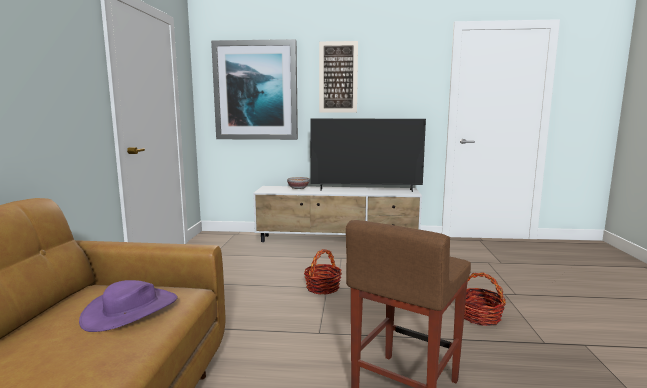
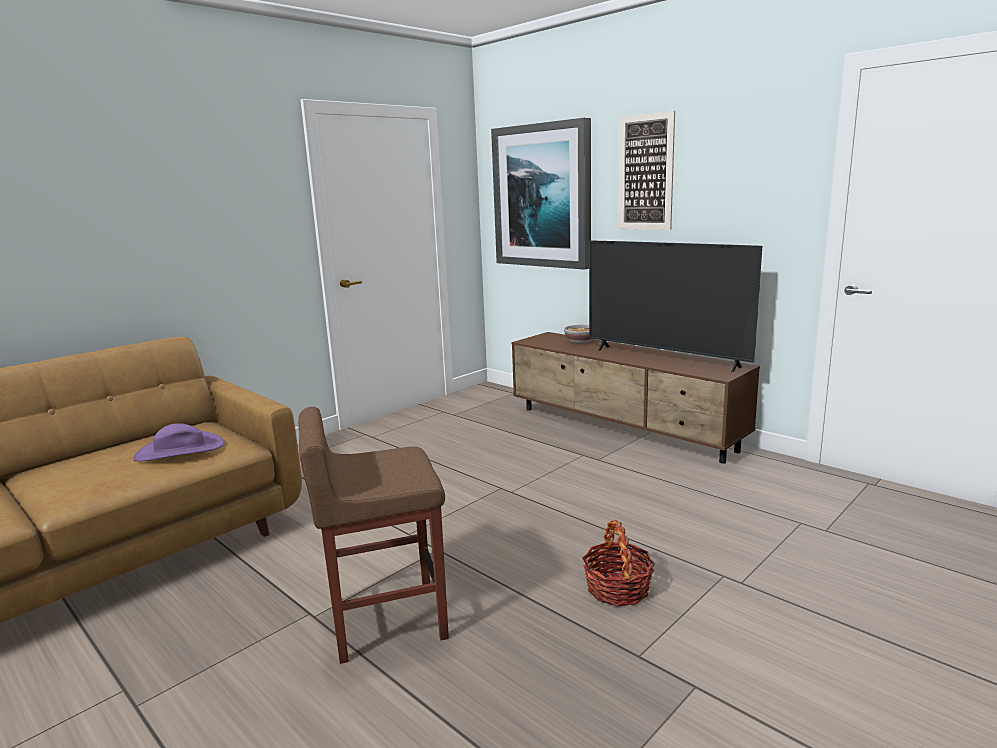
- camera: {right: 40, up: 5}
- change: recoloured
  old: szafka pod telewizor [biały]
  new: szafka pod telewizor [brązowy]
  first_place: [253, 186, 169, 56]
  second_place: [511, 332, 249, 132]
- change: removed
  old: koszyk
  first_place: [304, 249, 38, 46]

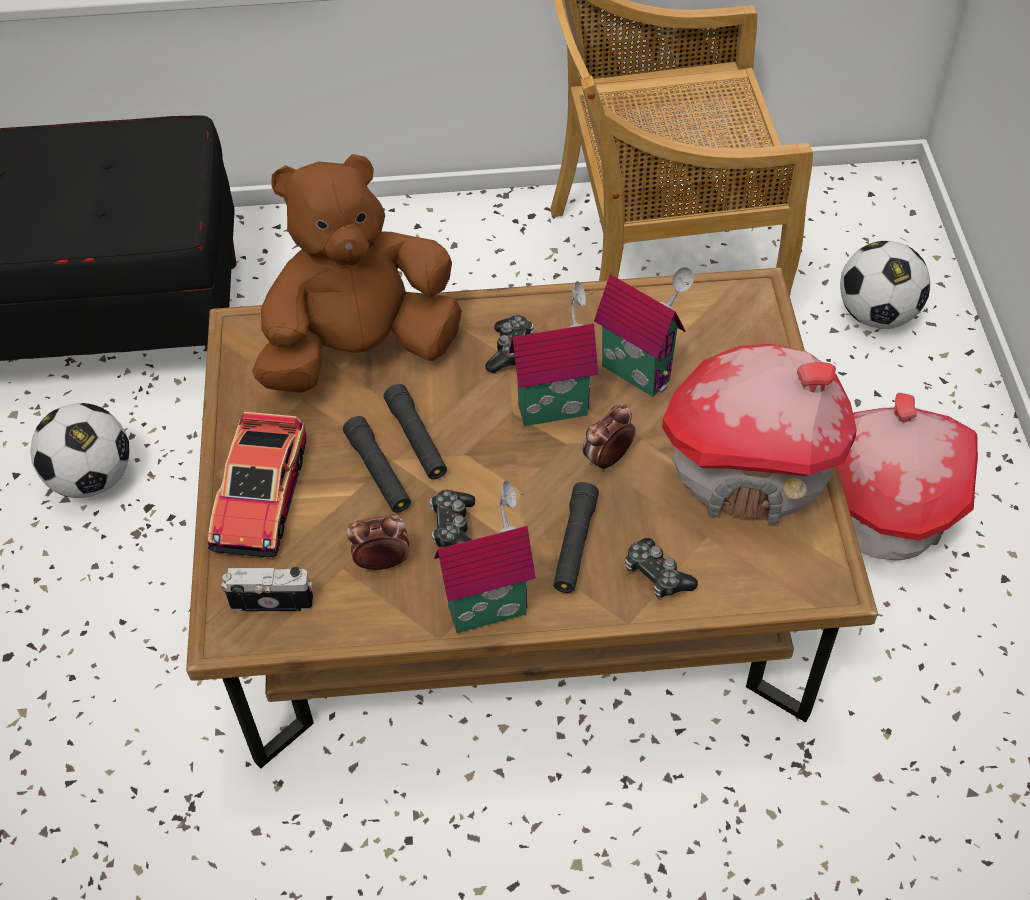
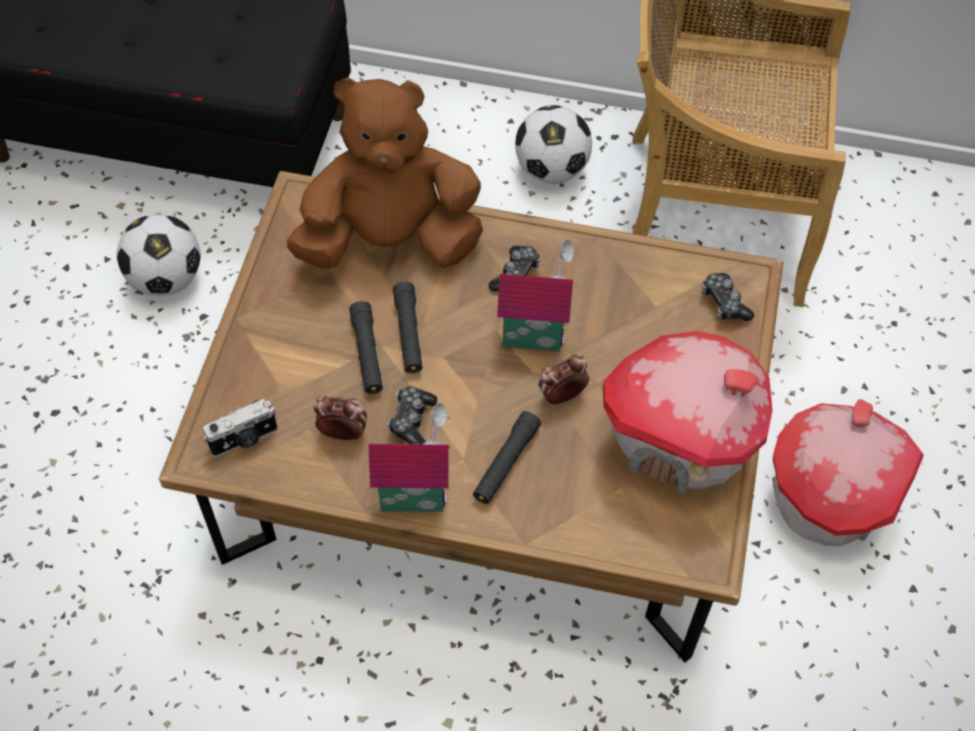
- camera: {right: 15, up: 5}
- change: turned
  old: aparat fotograficzny
  first_place: [221, 567, 93, 44]
  second_place: [203, 399, 74, 58]
  degrees: 135
- change: moved
  old: piłka futbolowa
  first_place: [840, 241, 90, 88]
  second_place: [515, 105, 77, 79]
- change: moved
  old: pad do gier
  first_place: [625, 538, 73, 60]
  second_place: [702, 273, 52, 48]
- change: removed
  old: samochodzik
  first_place: [208, 412, 98, 145]
- change: removed
  old: domek
  first_place: [594, 267, 100, 130]

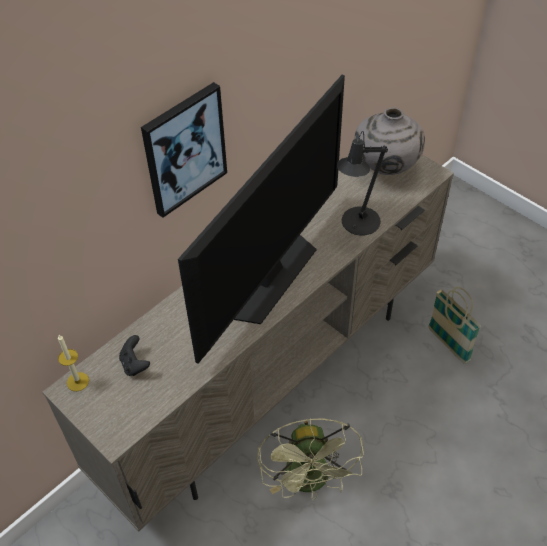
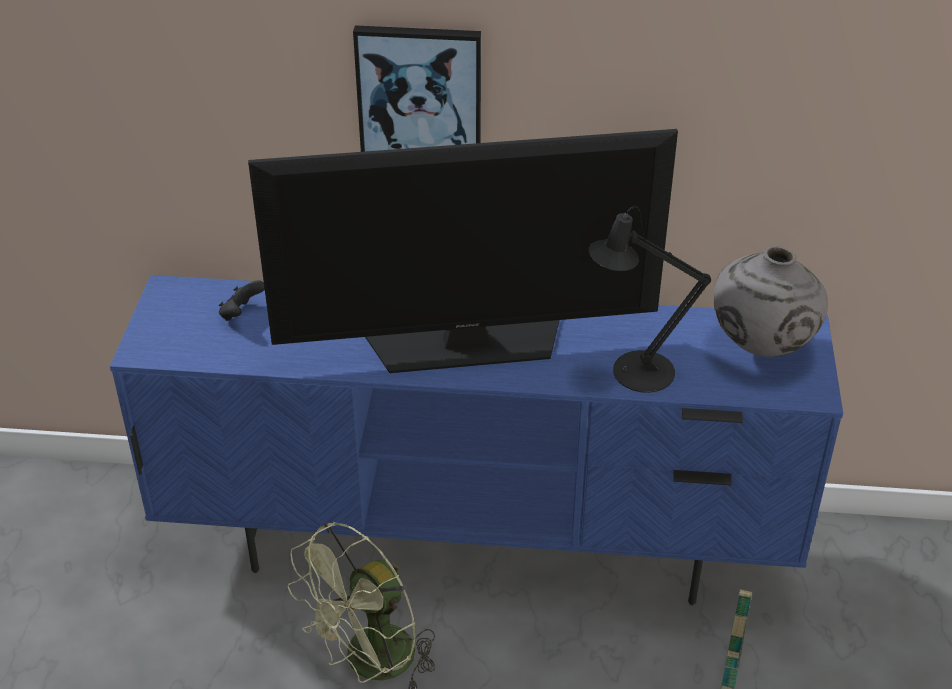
- camera: {right: 50, up: -10}
- change: recoloured
  old: szafka pod telewizor [beżowy]
  new: szafka pod telewizor [niebieski]
  first_place: [42, 155, 412, 377]
  second_place: [110, 275, 733, 330]
- change: removed
  old: świeca
  first_place: [58, 335, 31, 56]

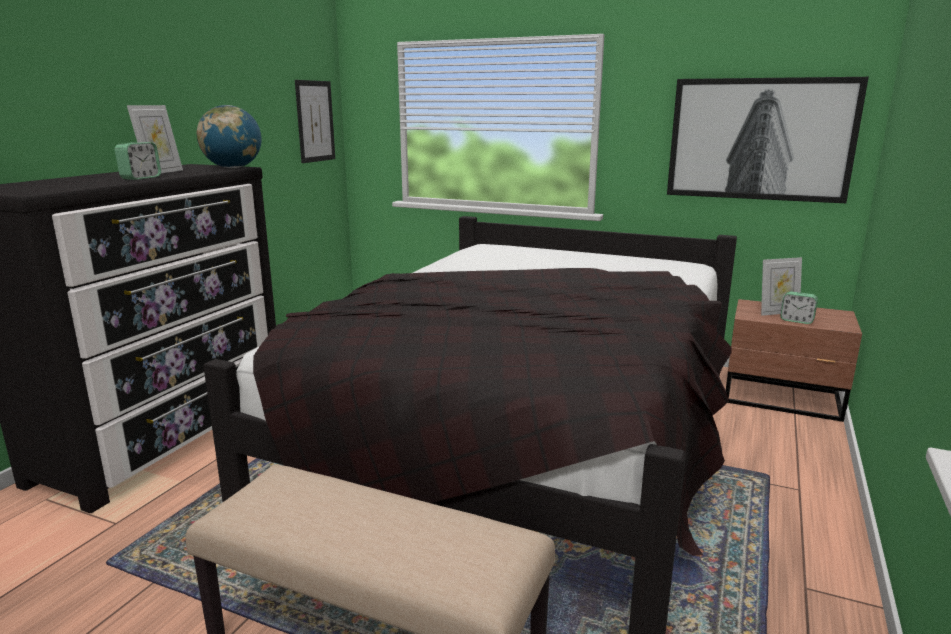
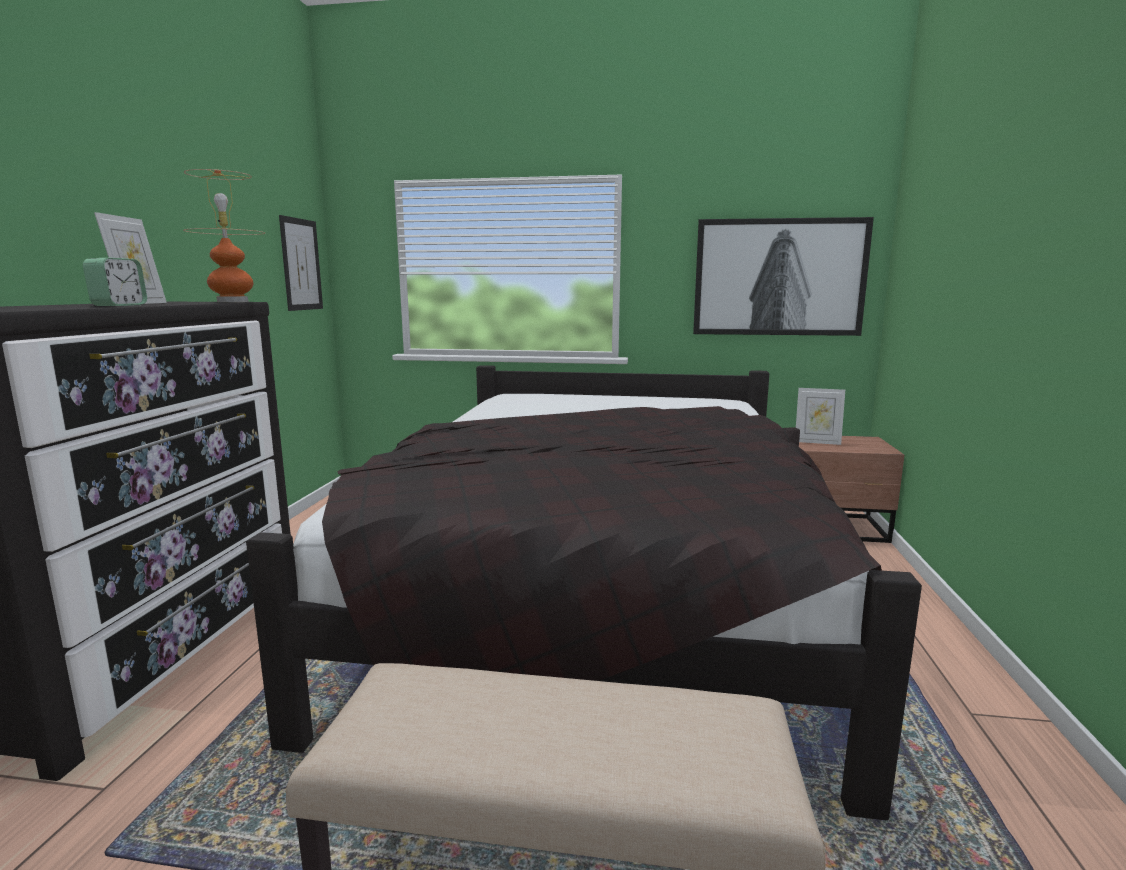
- camera: {right: -15, up: -5}
- change: replaced
  old: globus
  new: lampa stołowa
  first_place: [197, 105, 65, 63]
  second_place: [183, 169, 82, 133]
- change: turned
  old: ramka na zdjęcie
  first_place: [761, 257, 41, 59]
  second_place: [796, 388, 49, 57]
  degrees: 45
- change: removed
  old: budzik
  first_place: [780, 291, 38, 33]

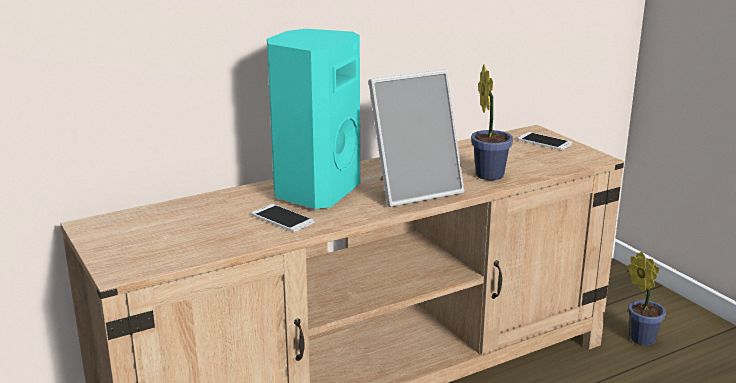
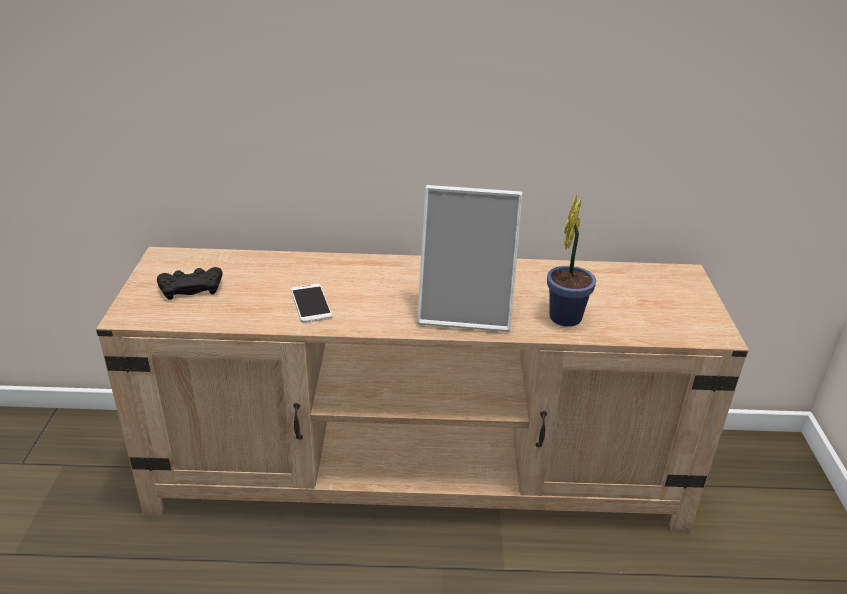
- camera: {right: 30, up: 10}
- change: added
  new: pad do gier [czarny]
  second_place: [157, 267, 65, 33]
- change: removed
  old: głośnik [turkusowy]
  first_place: [267, 29, 93, 180]
- change: removed
  old: telefon
  first_place: [517, 132, 55, 18]
- change: removed
  old: roślina doniczkowa
  first_place: [627, 252, 39, 94]

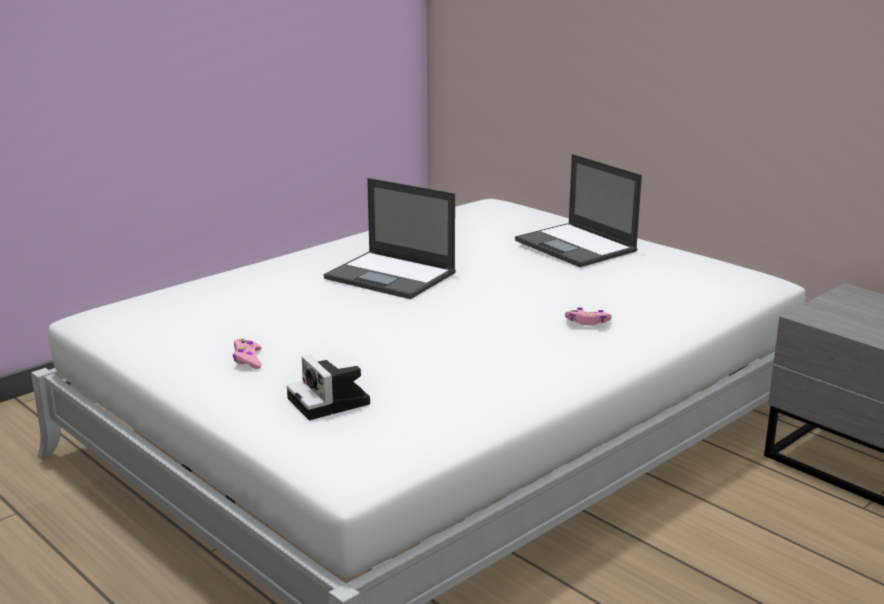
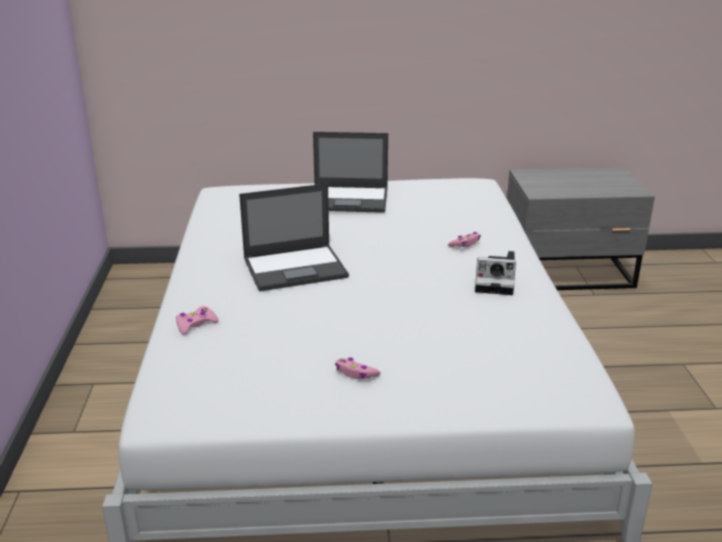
- camera: {right: -50, up: 5}
- change: added
  new: pad do gier [różowy]
  second_place: [176, 306, 43, 29]
- change: moved
  old: aparat fotograficzny
  first_place: [287, 355, 83, 65]
  second_place: [475, 251, 41, 44]

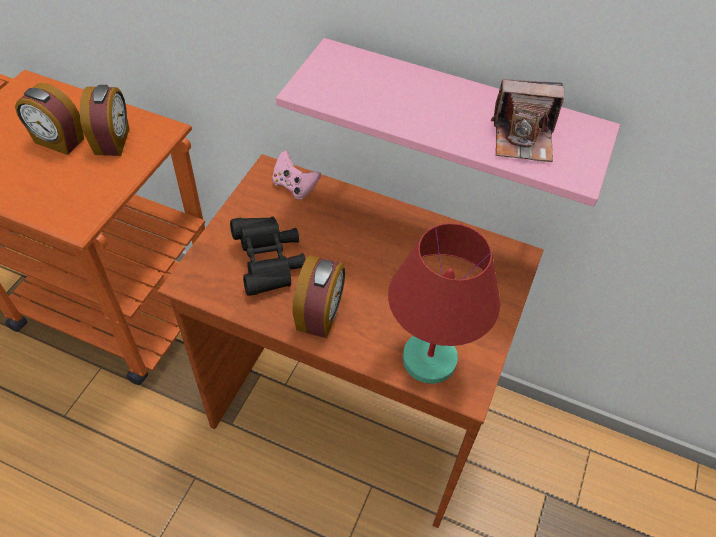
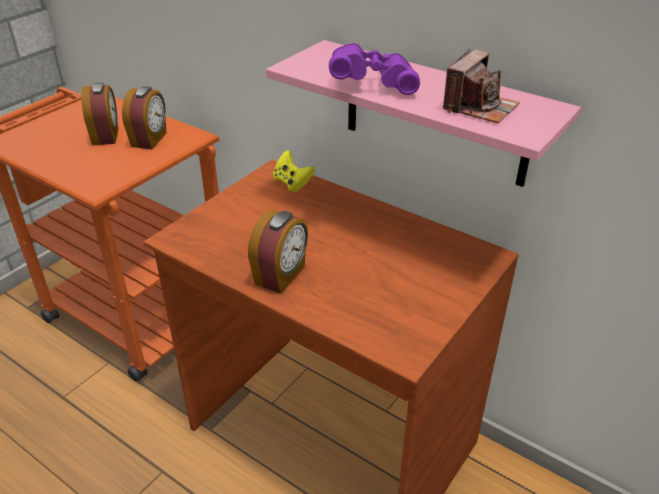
- camera: {right: 15, up: -15}
- change: turned
  old: budzik
  first_place: [15, 83, 69, 72]
  second_place: [81, 82, 37, 63]
  degrees: -135
- change: recoloured
  old: pad do gier [różowy]
  new: pad do gier [żółty]
  first_place: [272, 150, 49, 50]
  second_place: [273, 150, 42, 42]
- change: added
  new: lornetka [fioletowy]
  second_place: [329, 43, 91, 52]
- change: turned
  old: aparat fotograficzny
  first_place: [491, 79, 73, 83]
  second_place: [443, 49, 77, 74]
  degrees: -75
- change: removed
  old: lornetka [czarny]
  first_place: [230, 217, 76, 79]
- change: removed
  old: lampa stołowa [czerwony]
  first_place: [388, 223, 112, 161]

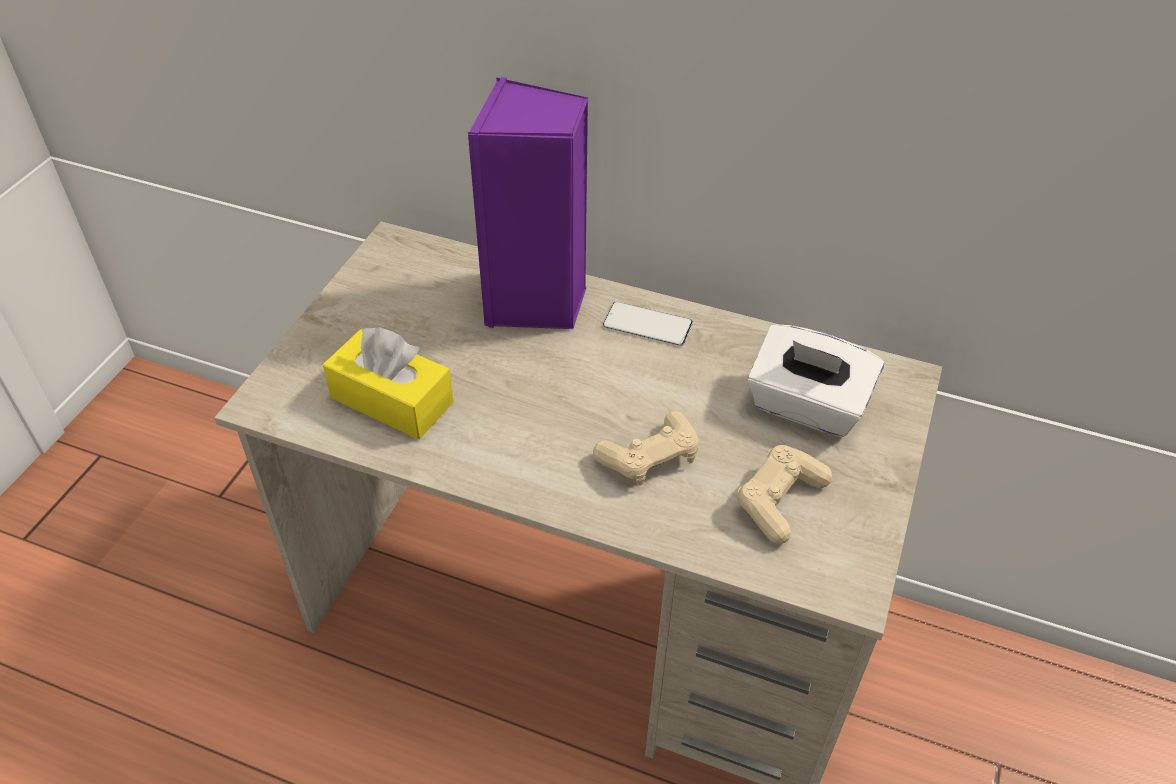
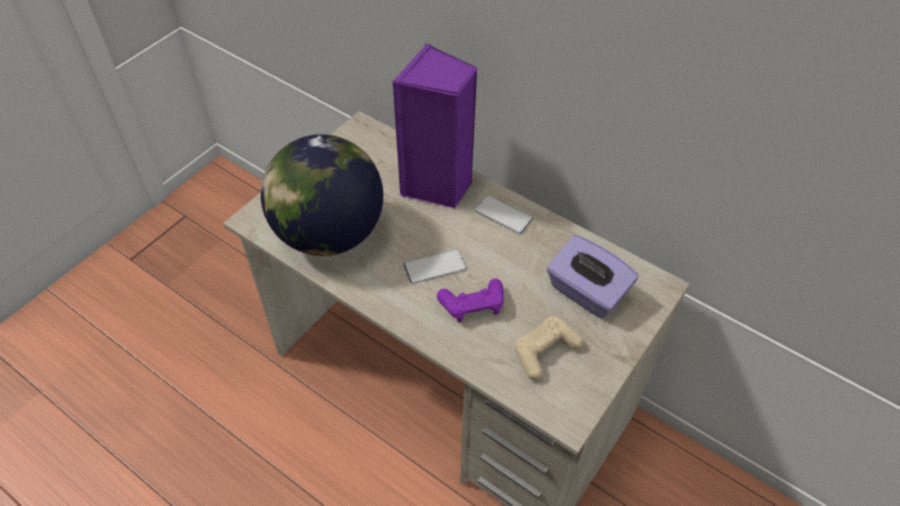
- camera: {right: 15, up: 5}
- change: replaced
  old: pudełko chusteczek [żółty]
  new: globus
  first_place: [323, 327, 130, 113]
  second_place: [261, 134, 122, 122]
- change: added
  new: telefon
  second_place: [403, 249, 63, 35]
- change: recoloured
  old: pad do gier [beżowy]
  new: pad do gier [fioletowy]
  first_place: [593, 411, 106, 74]
  second_place: [437, 278, 67, 44]
- change: recoloured
  old: pudełko chusteczek [biały]
  new: pudełko chusteczek [fioletowy]
  first_place: [748, 324, 136, 113]
  second_place: [547, 235, 91, 83]

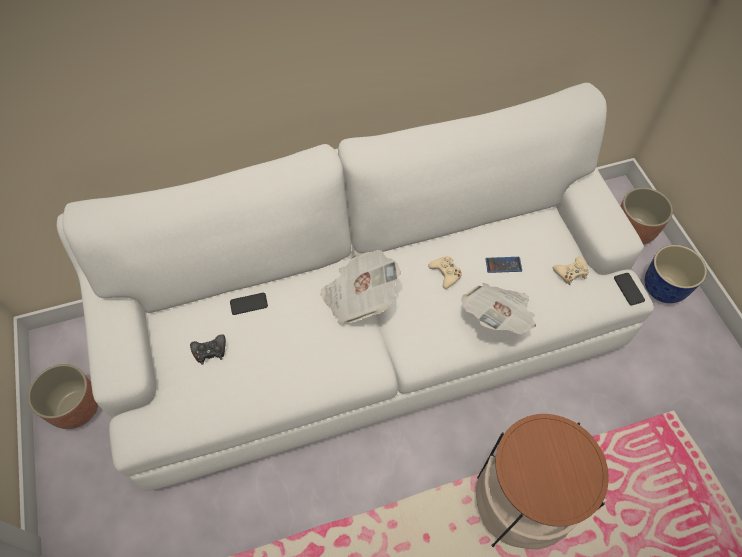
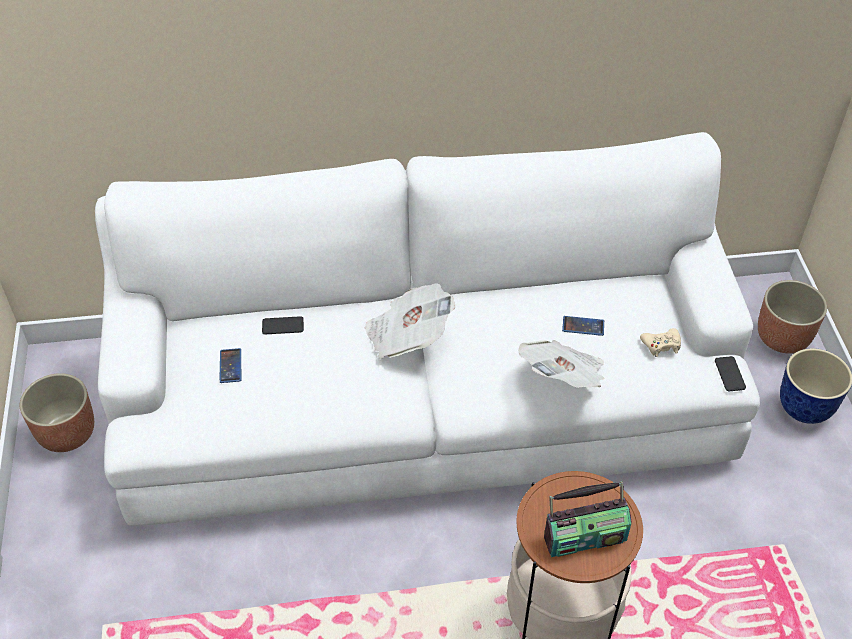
- camera: {right: 10, up: -10}
- change: replaced
  old: pad do gier [czarny]
  new: telefon
  first_place: [190, 334, 36, 31]
  second_place: [220, 348, 21, 35]
- change: added
  new: radio
  second_place: [544, 481, 88, 76]
- change: removed
  old: pad do gier [beżowy]
  first_place: [428, 256, 34, 33]

